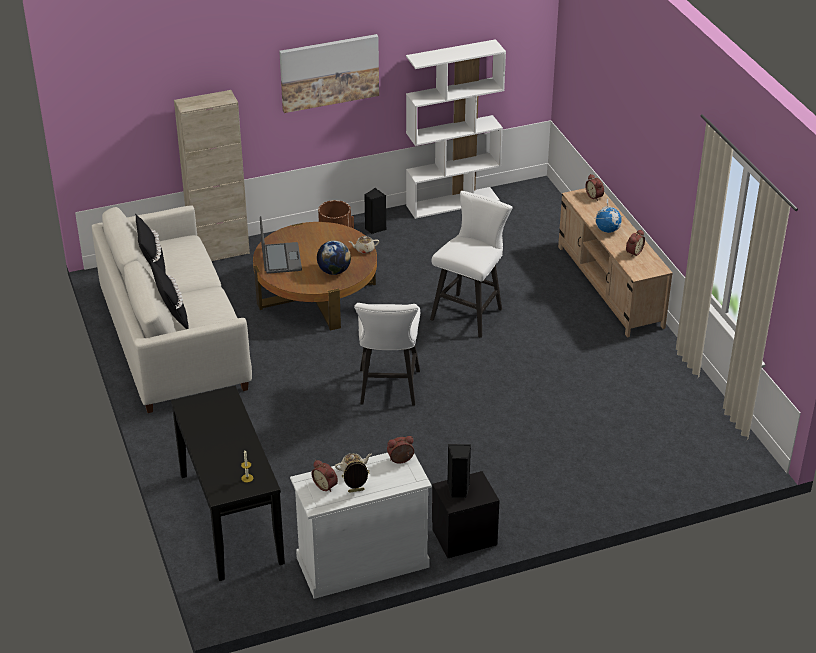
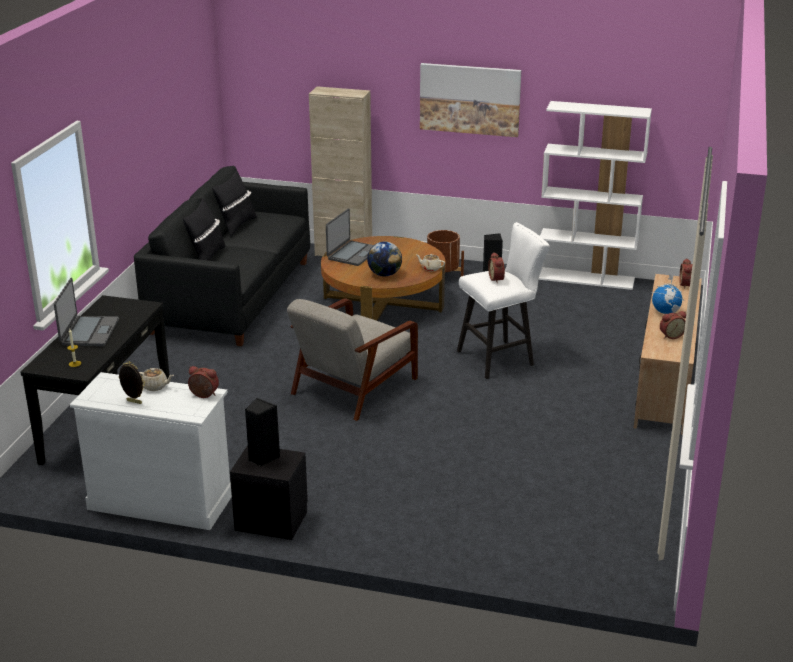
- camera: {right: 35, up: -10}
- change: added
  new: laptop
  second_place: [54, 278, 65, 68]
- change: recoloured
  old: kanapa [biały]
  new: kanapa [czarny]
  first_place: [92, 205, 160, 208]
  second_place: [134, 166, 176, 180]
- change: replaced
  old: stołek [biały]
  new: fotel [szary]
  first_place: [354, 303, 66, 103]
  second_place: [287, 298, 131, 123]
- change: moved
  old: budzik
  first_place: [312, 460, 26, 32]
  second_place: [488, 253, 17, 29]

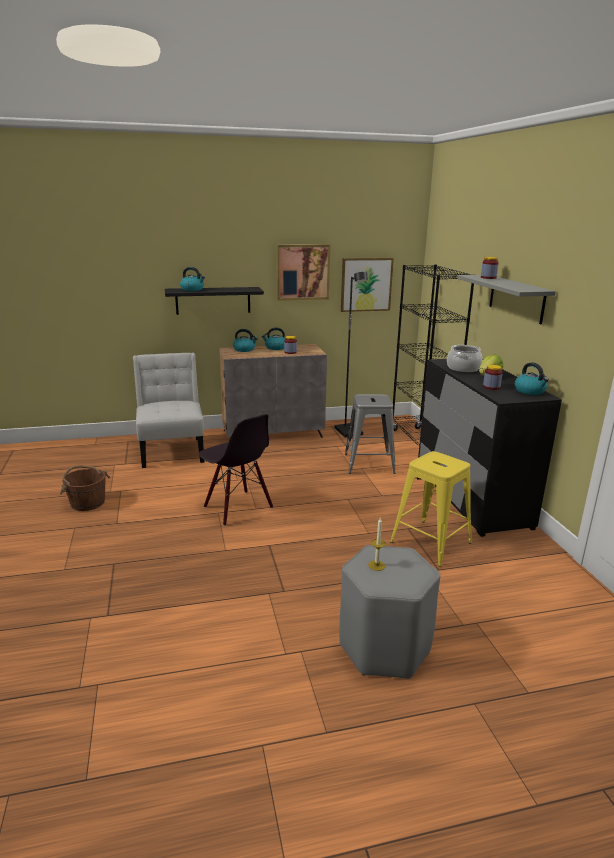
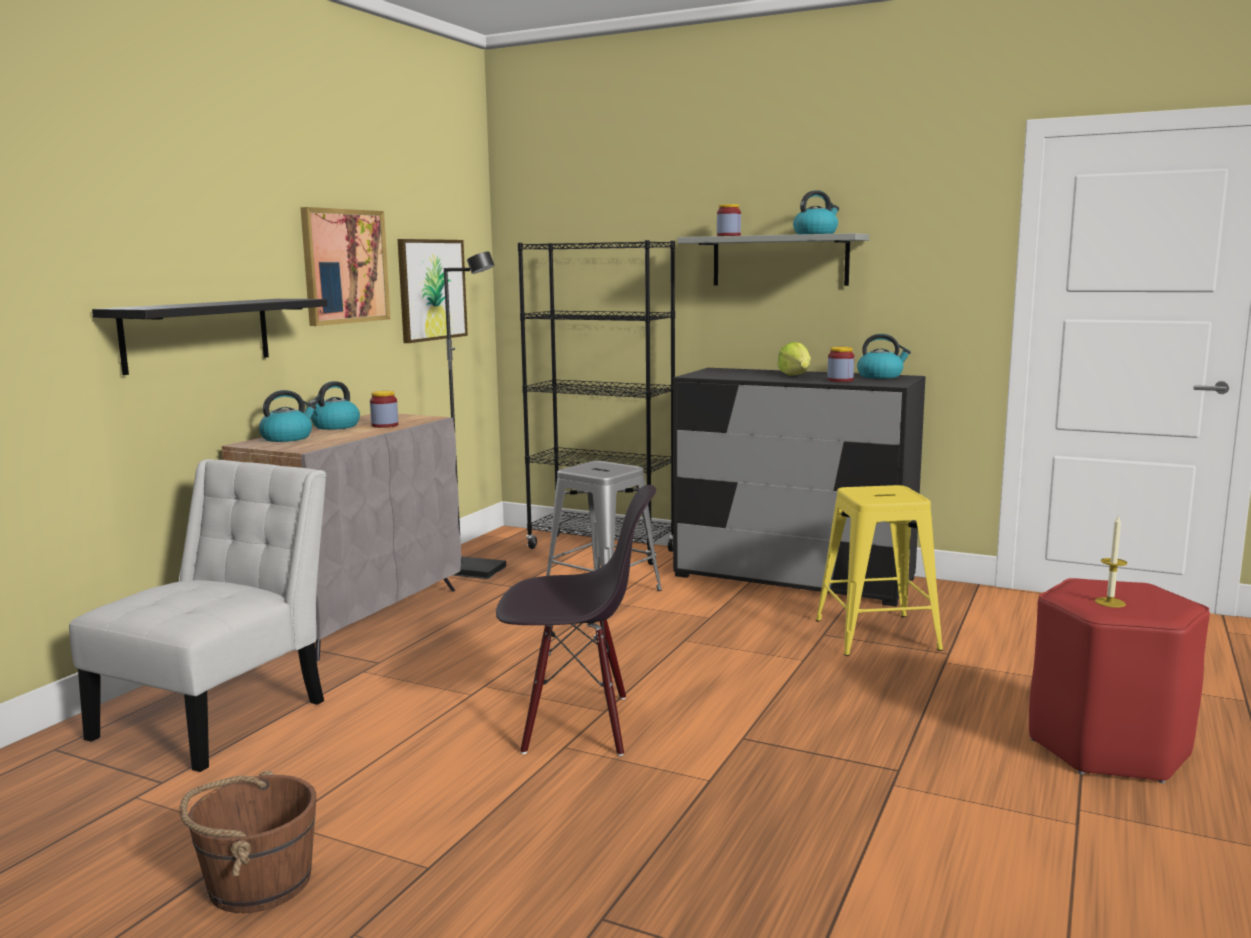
- camera: {right: -50, up: -10}
- change: turned
  old: krzesło [biały]
  first_place: [133, 353, 71, 115]
  second_place: [69, 459, 258, 313]
  degrees: 90
- change: moved
  old: czajnik
  first_place: [180, 267, 25, 24]
  second_place: [793, 190, 46, 44]
- change: recoloured
  old: stołek [szary]
  new: stołek [czerwony]
  first_place: [339, 545, 101, 134]
  second_place: [1029, 578, 181, 206]
- change: removed
  old: garnek
  first_place: [447, 345, 35, 27]

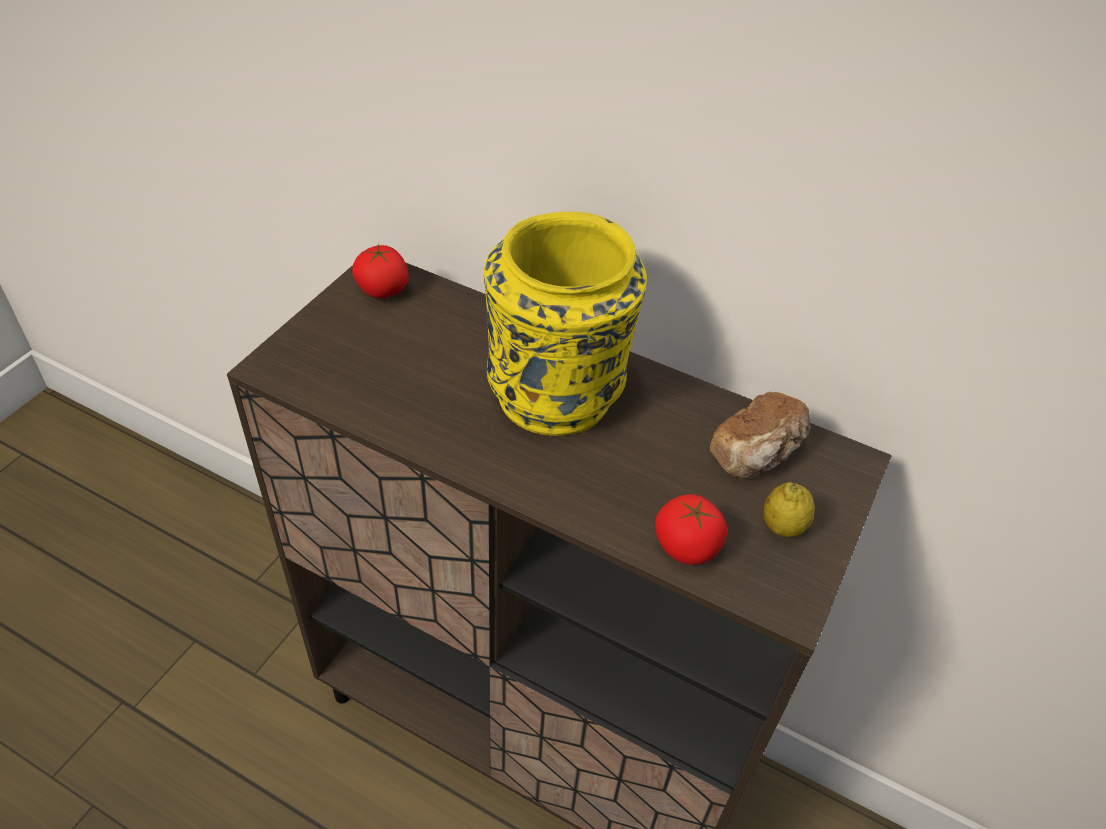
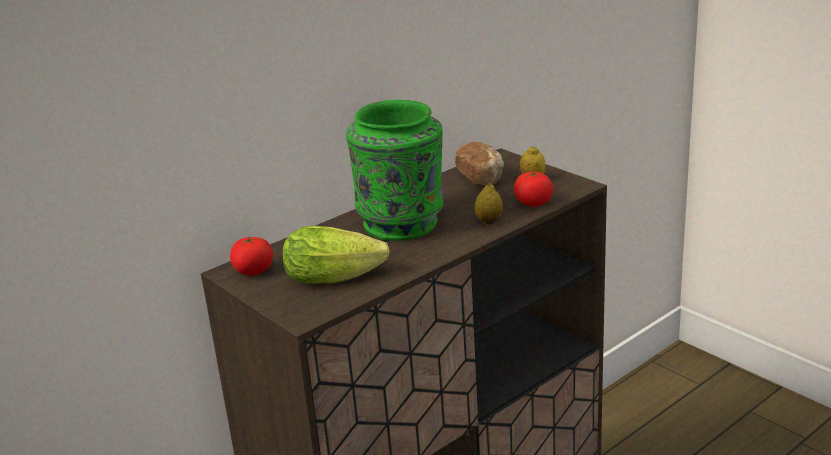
- camera: {right: -65, up: -20}
- change: added
  new: sałata
  second_place: [283, 226, 107, 58]
- change: recoloured
  old: wazon [żółty]
  new: wazon [zielony]
  first_place: [484, 212, 163, 224]
  second_place: [346, 100, 98, 141]
- change: added
  new: cytryna
  second_place: [475, 184, 28, 40]

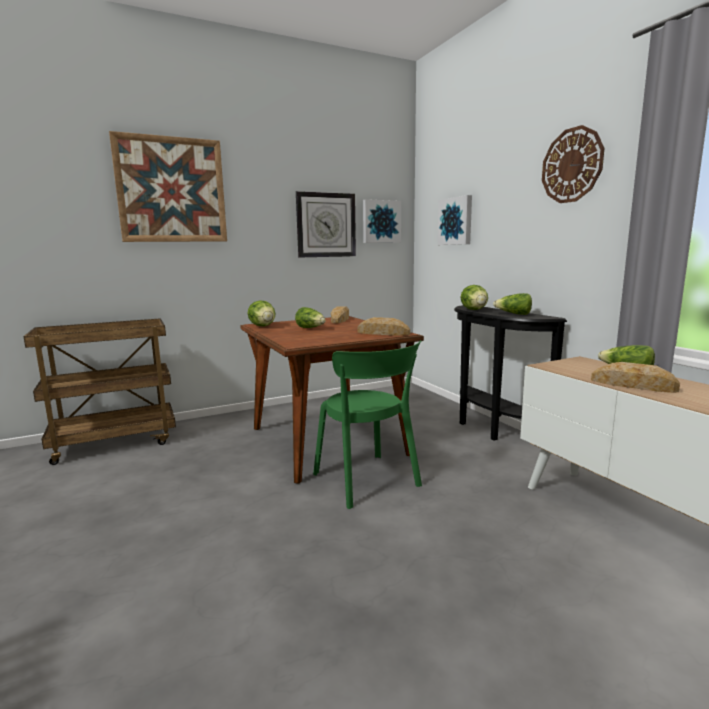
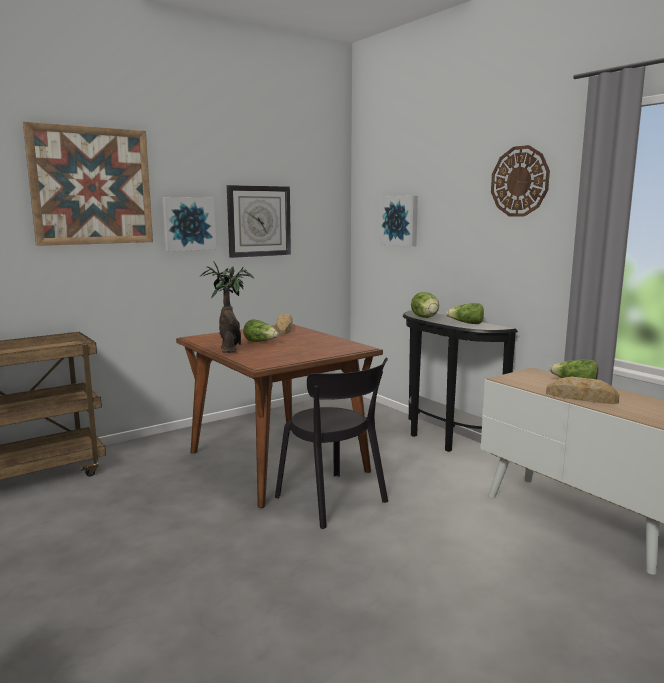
- camera: {right: -10, up: 0}
- change: moved
  old: obraz
  first_place: [363, 199, 38, 44]
  second_place: [162, 197, 54, 54]
- change: added
  new: roślina doniczkowa
  second_place: [200, 261, 54, 92]
- change: recoloured
  old: krzesło [zielony]
  new: krzesło [czarny]
  first_place: [313, 340, 109, 169]
  second_place: [275, 357, 113, 172]
- change: removed
  old: sałata
  first_place: [248, 300, 27, 27]
- change: removed
  old: chleb
  first_place: [357, 317, 53, 19]

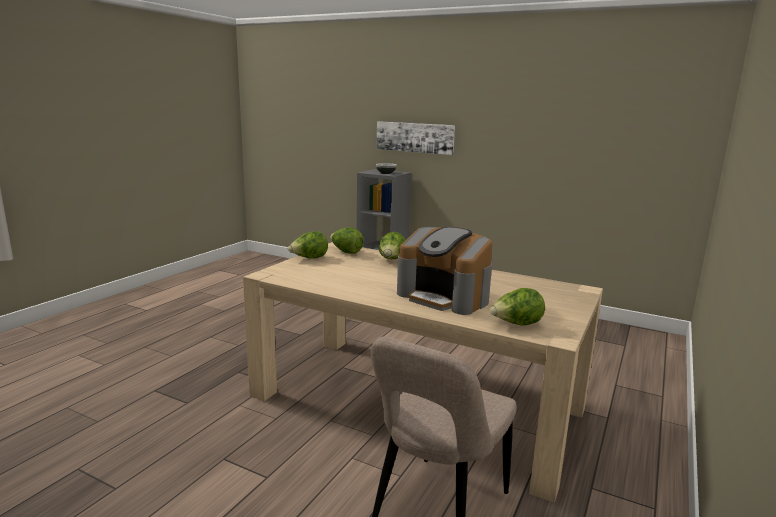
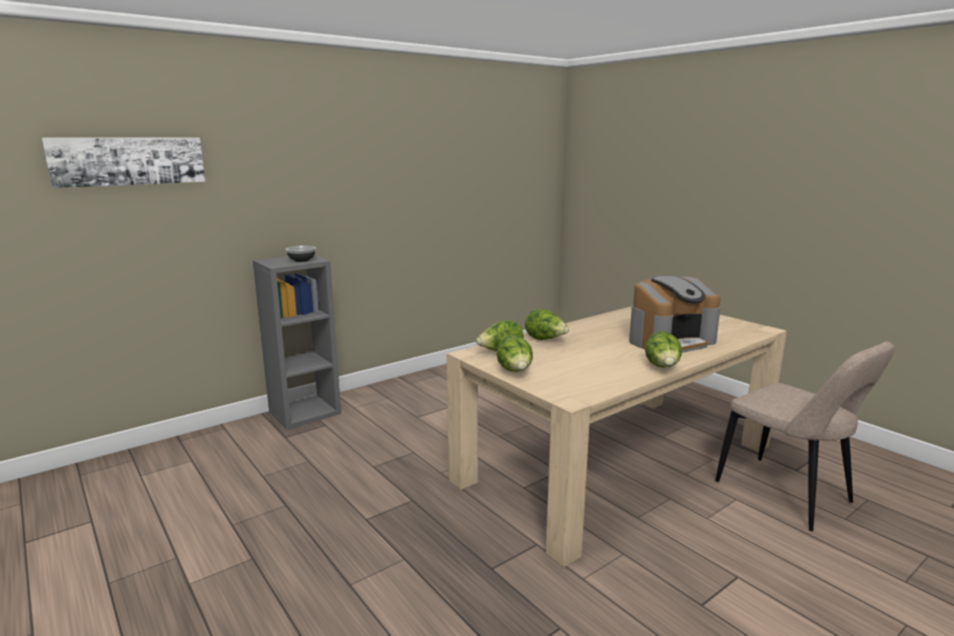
- camera: {right: -65, up: 0}
- change: moved
  old: obraz
  first_place: [376, 121, 79, 34]
  second_place: [42, 137, 163, 51]
- change: moved
  old: sałata
  first_place: [490, 288, 55, 37]
  second_place: [645, 331, 37, 37]

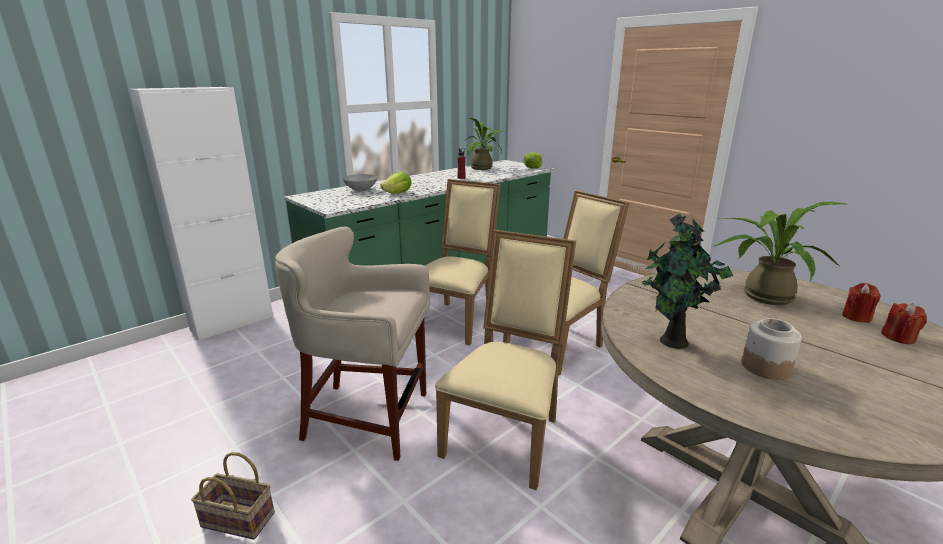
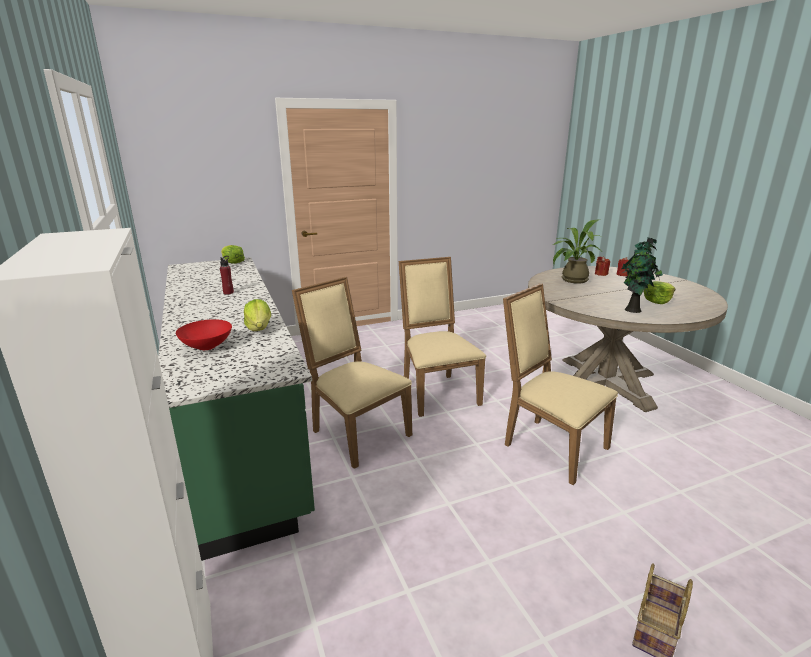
- camera: {right: -70, up: 0}
- change: recoloured
  old: miska [szary]
  new: miska [czerwony]
  first_place: [342, 174, 36, 18]
  second_place: [176, 319, 56, 31]
- change: replaced
  old: słoik
  new: sałata
  first_place: [741, 318, 61, 62]
  second_place: [644, 281, 31, 23]
- change: removed
  old: stołek [beżowy]
  first_place: [275, 227, 155, 234]
- change: removed
  old: roślina doniczkowa
  first_place: [464, 118, 41, 52]

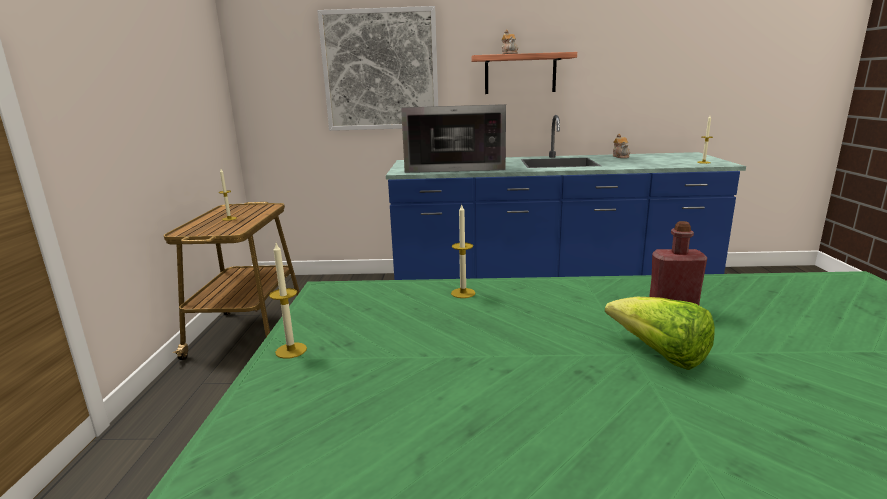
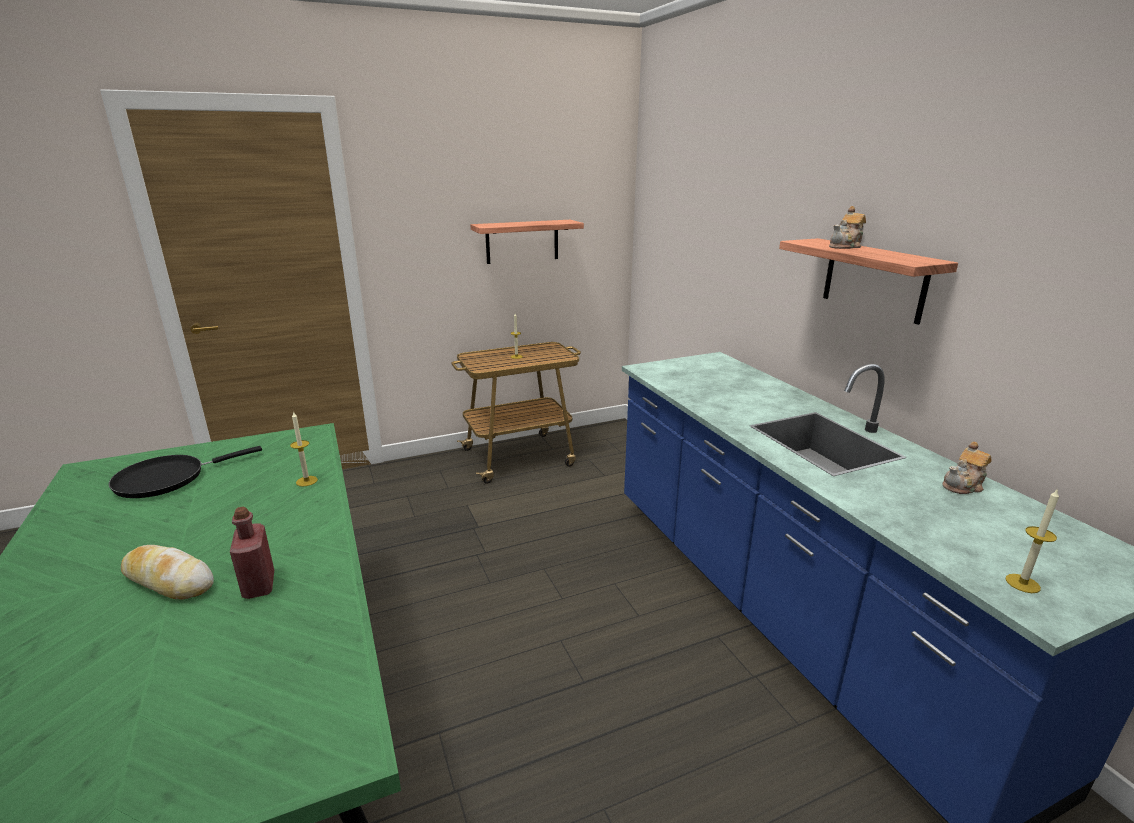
- camera: {right: 65, up: 5}
- change: added
  new: patelnia [czarny]
  second_place: [109, 446, 153, 52]
- change: replaced
  old: sałata
  new: chleb
  first_place: [605, 297, 110, 73]
  second_place: [121, 545, 93, 55]
- change: added
  new: półka
  second_place: [470, 220, 114, 44]
- change: removed
  old: świeca
  first_place: [269, 243, 38, 116]
- change: removed
  old: obraz
  first_place: [317, 6, 121, 125]
- change: removed
  old: mikrofalówka
  first_place: [401, 104, 105, 69]

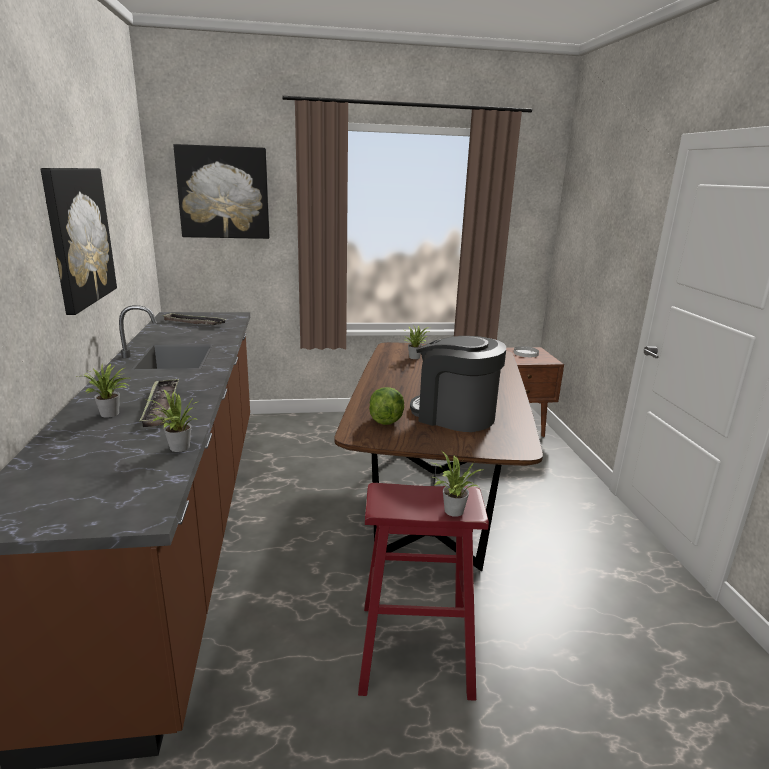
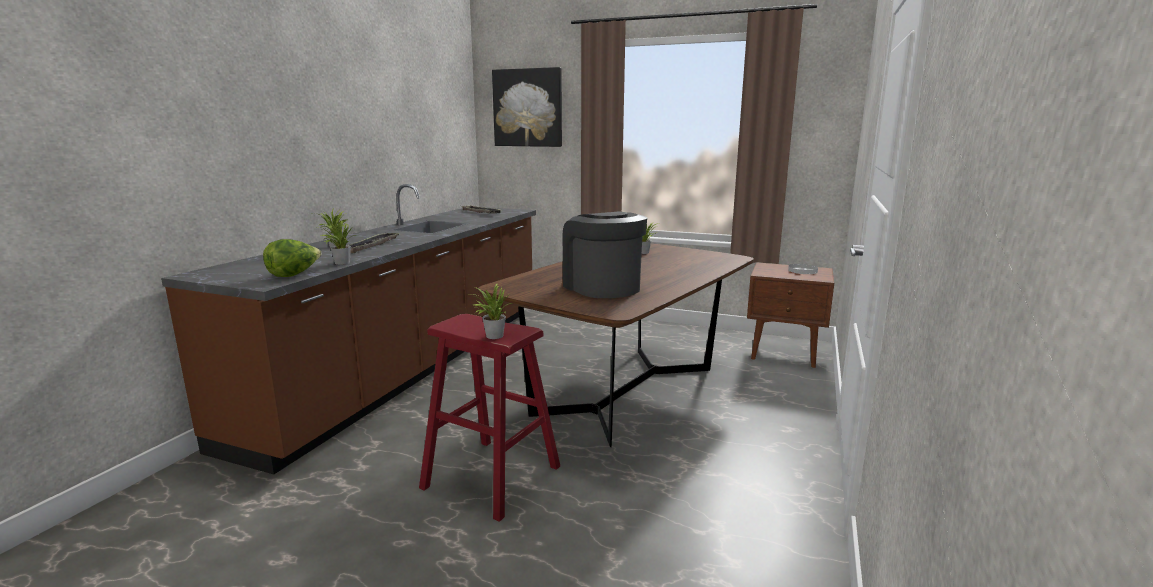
- camera: {right: 30, up: -5}
- change: moved
  old: sałata
  first_place: [369, 387, 35, 38]
  second_place: [263, 239, 59, 38]
- change: removed
  old: obraz
  first_place: [41, 168, 76, 147]

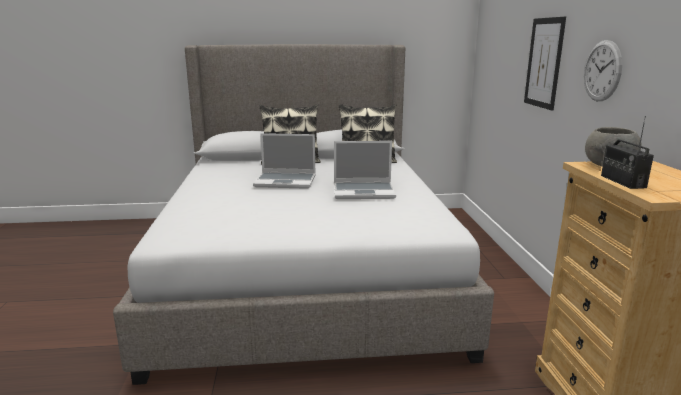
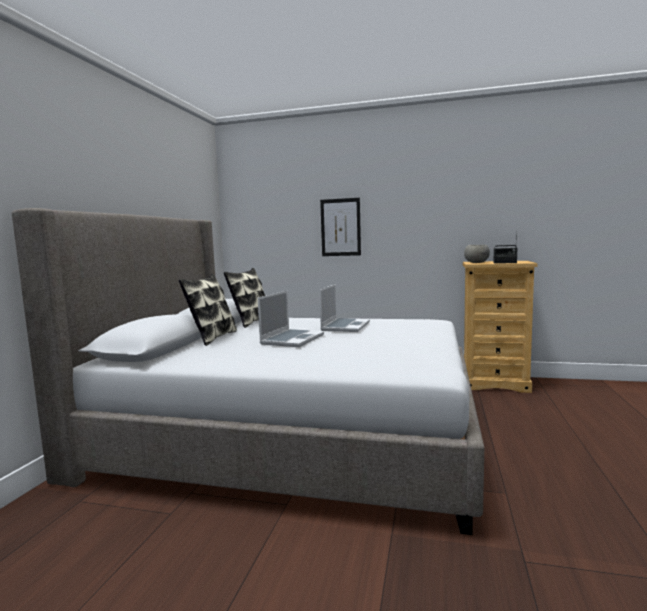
- camera: {right: -70, up: -10}
- change: removed
  old: zegar ścienny
  first_place: [584, 40, 38, 61]

